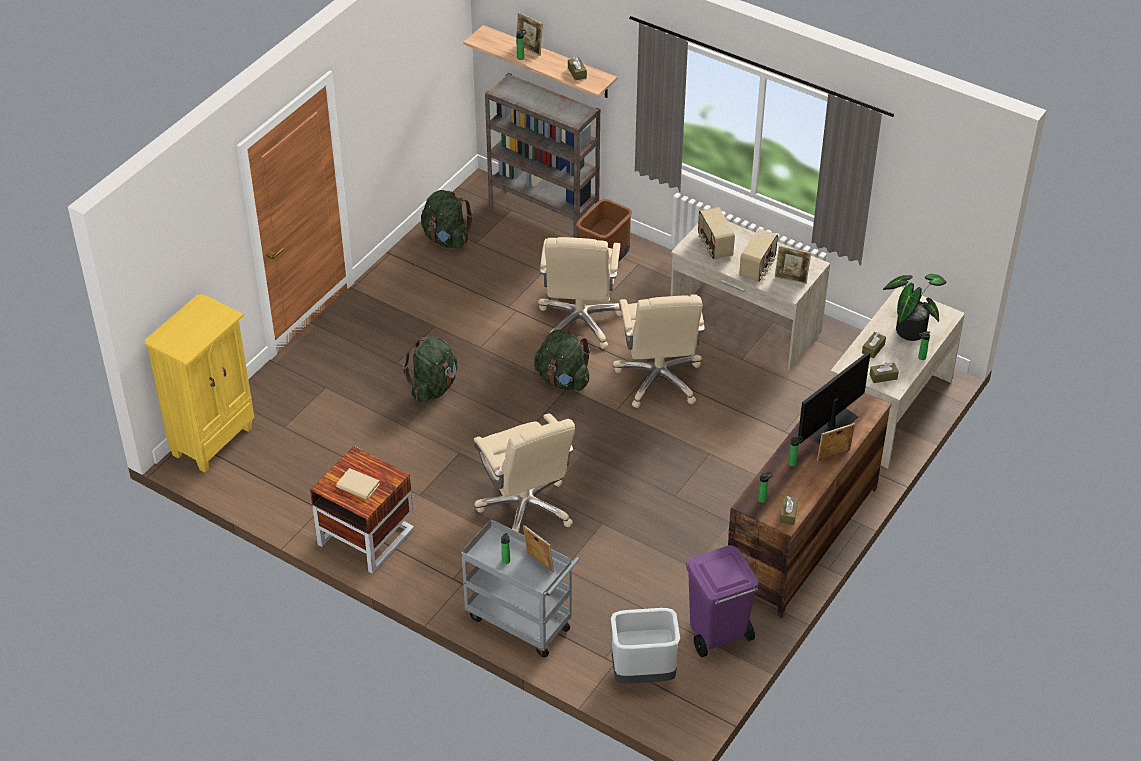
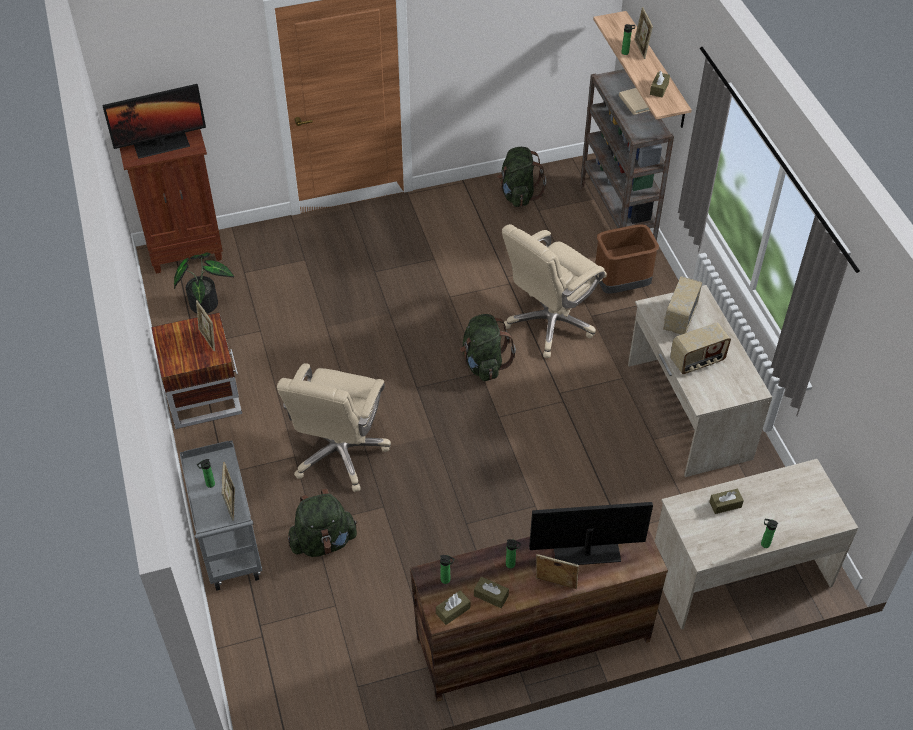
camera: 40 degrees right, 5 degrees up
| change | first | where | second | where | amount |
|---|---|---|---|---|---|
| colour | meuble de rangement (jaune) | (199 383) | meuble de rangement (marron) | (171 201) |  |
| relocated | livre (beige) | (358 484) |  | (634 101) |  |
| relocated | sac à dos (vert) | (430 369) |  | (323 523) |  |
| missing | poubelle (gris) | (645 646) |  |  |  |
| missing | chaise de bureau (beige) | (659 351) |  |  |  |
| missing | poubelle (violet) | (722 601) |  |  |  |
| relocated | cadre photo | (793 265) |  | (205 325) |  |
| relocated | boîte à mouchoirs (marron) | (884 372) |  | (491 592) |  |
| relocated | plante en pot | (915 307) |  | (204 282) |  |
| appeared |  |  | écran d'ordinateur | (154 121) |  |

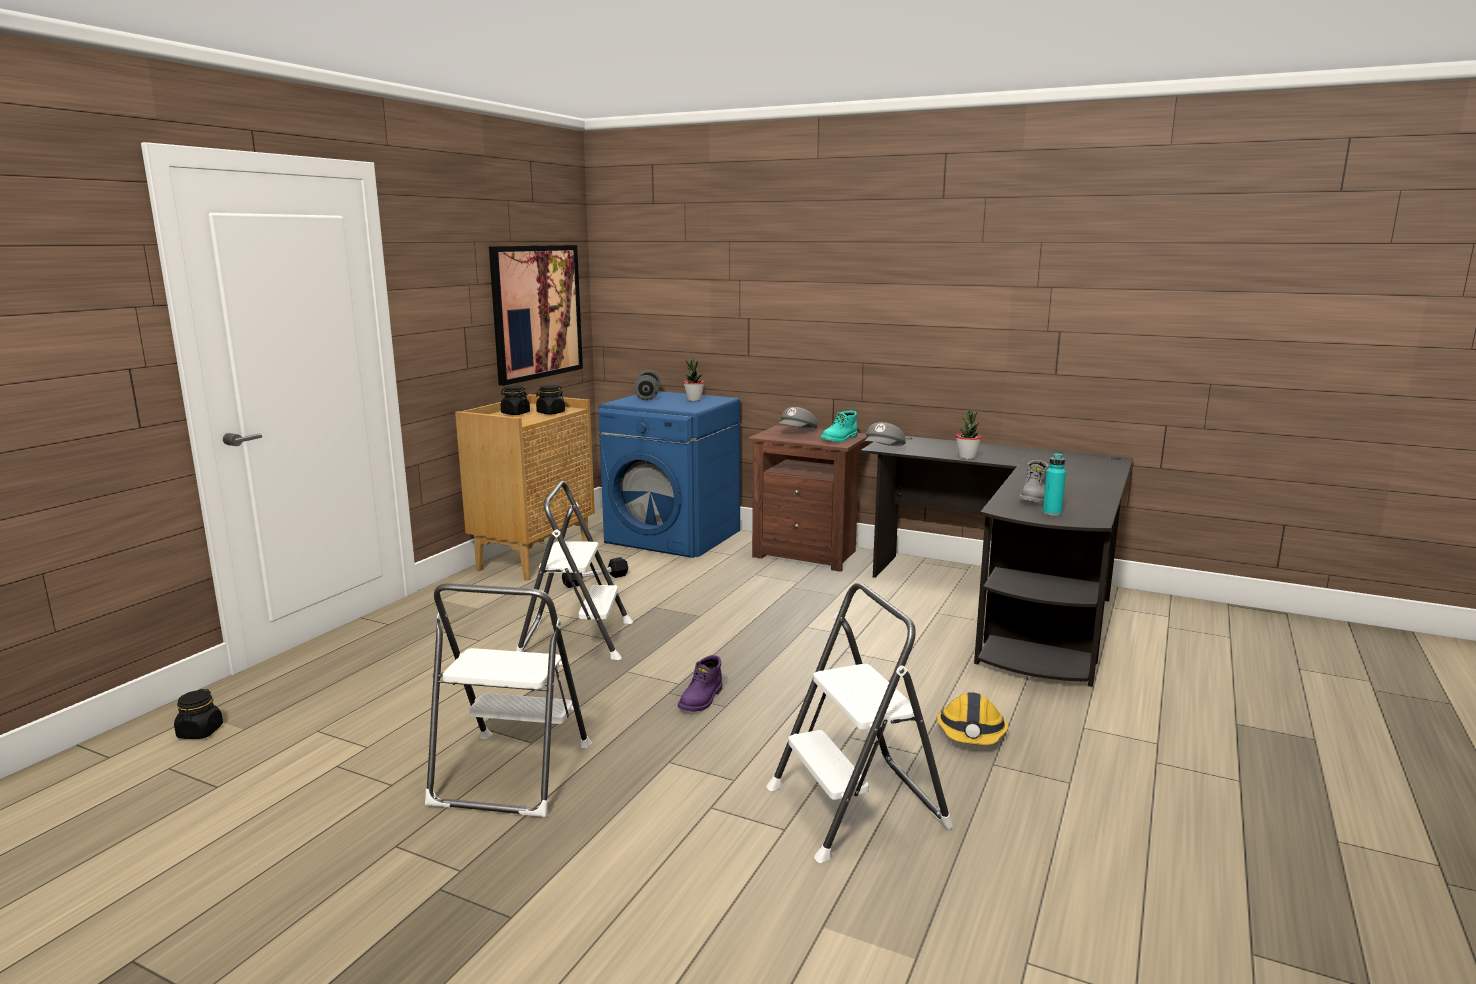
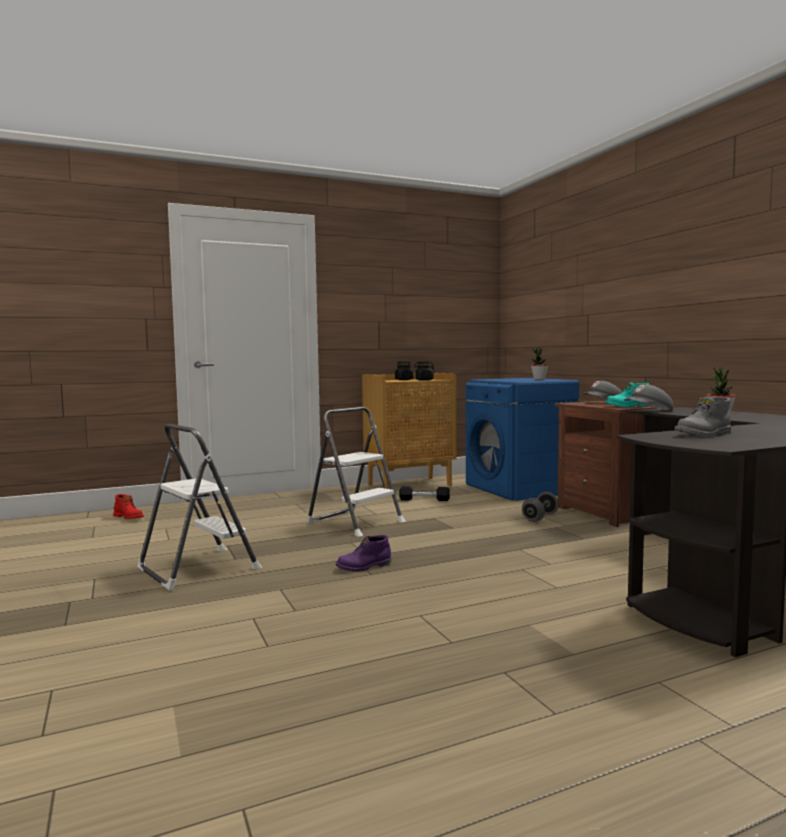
camera: 40 degrees right, 10 degrees down
| change | first | where | second | where | amount |
|---|---|---|---|---|---|
| exchanged | bocal (noir) | (198 714) | botte (rouge) | (128 506) |  |
| missing | tableau | (536 315) |  |  |  |
| relocated | haltère (gris) | (647 385) |  | (540 507) |  |
| missing | escabeau (blanc) | (859 723) |  |  |  |
| missing | casque de chantier | (972 718) |  |  |  |
| missing | bouteille (turquoise) | (1054 484) |  |  |  |

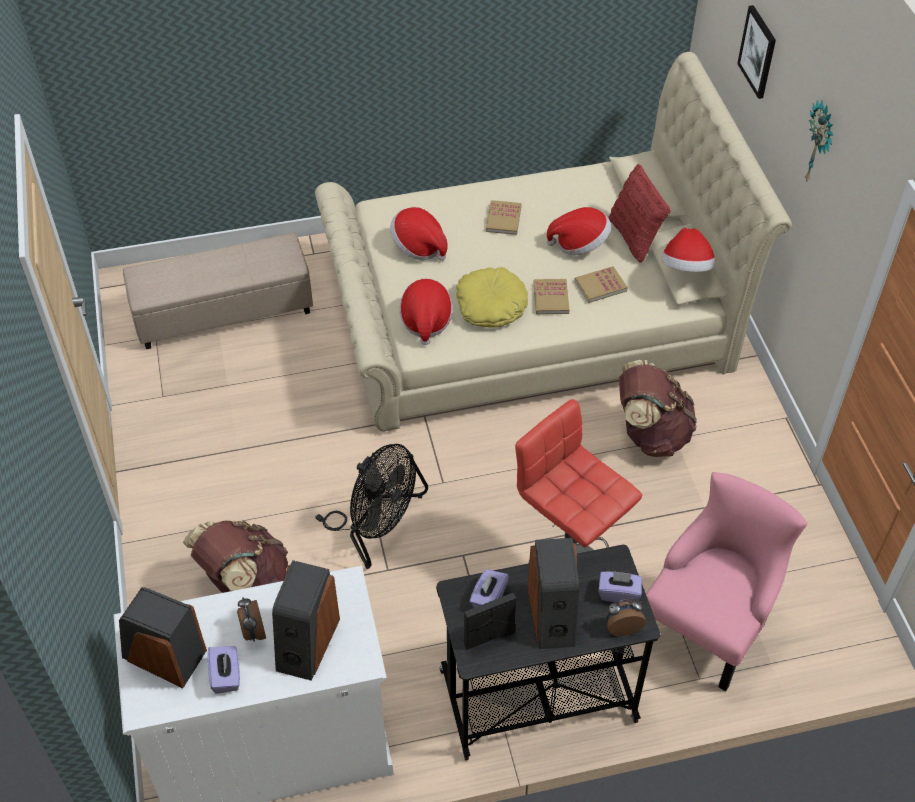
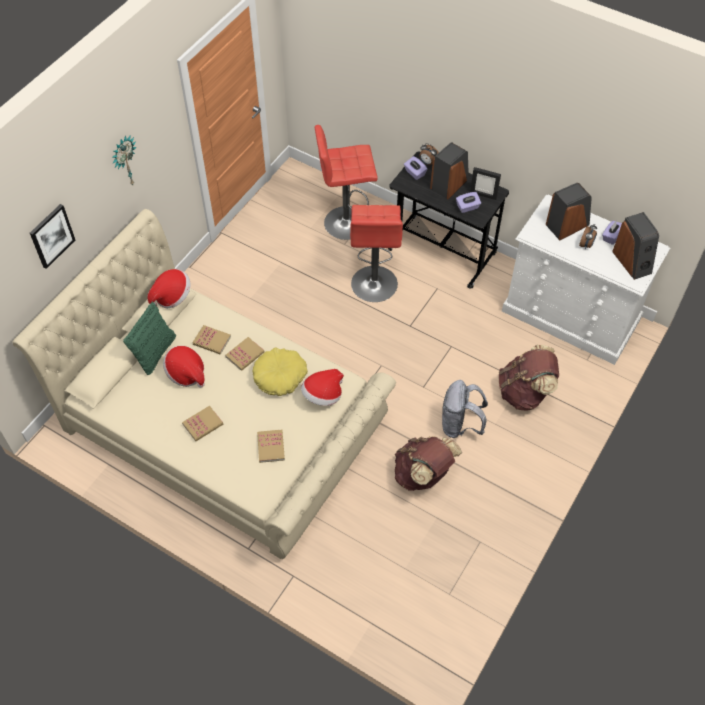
camera: 135 degrees left, 5 degrees up
| change | first | where | second | where | amount |
|---|---|---|---|---|---|
| missing | pouf (beige) | (218 290) |  |  |  |
| missing | ventilateur (noir) | (371 506) |  |  |  |
| exchanged | chapeau | (419 234) | livre | (271 446) |  |
| colour | coussin (rouge) | (639 213) | coussin (vert) | (149 338) |  |
| relocated | sac à dos (marron) | (658 408) |  | (428 463) |  |
| exchanged | chaise (rose) | (725 581) | tabouret (rouge) | (346 182) |  |
| appeared |  |  | sac à dos (gris) | (465 409) |  |

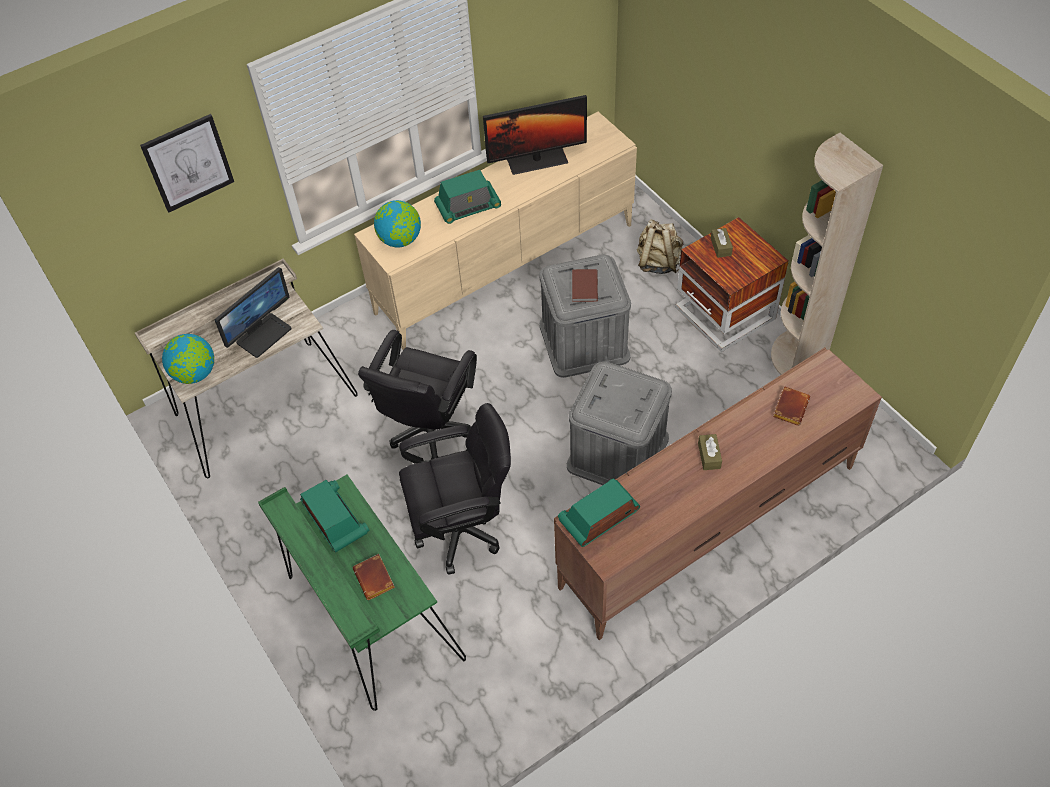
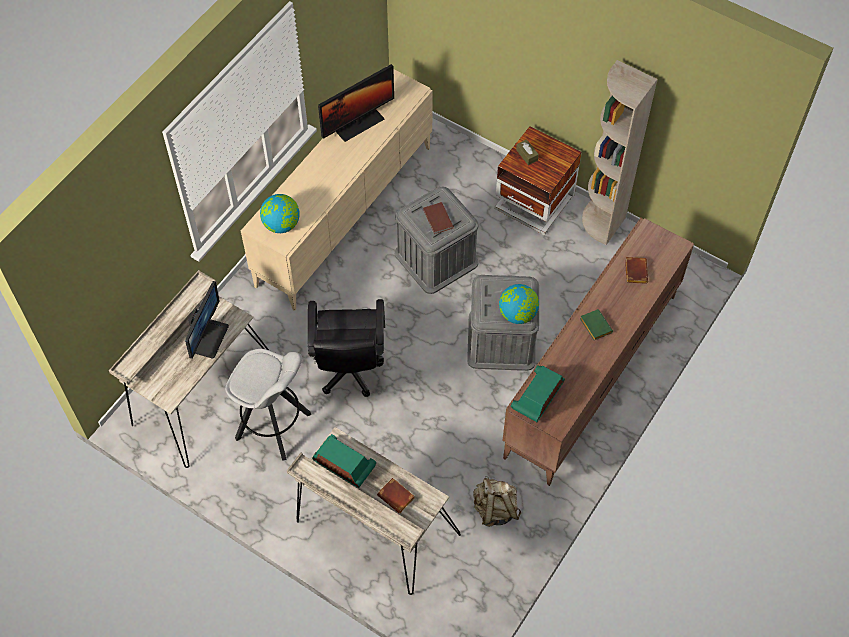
camera: 25 degrees left, 5 degrees up
| change | first | where | second | where | amount |
|---|---|---|---|---|---|
| missing | tableau | (187 163) |  |  |  |
| relocated | globe | (188 359) |  | (519 304) |  |
| colour | bureau (vert) | (362 593) | bureau (beige) | (374 511) |  |
| missing | chaise de bureau (noir) | (455 489) |  |  |  |
| missing | radio | (467 197) |  |  |  |
| relocated | sac à dos (beige) | (660 246) |  | (497 501) |  |
| exchanged | boîte à mouchoirs (marron) | (710 452) | livre (vert) | (596 324) |  |
| appeared |  |  | tabouret (gris) | (268 405) |  |

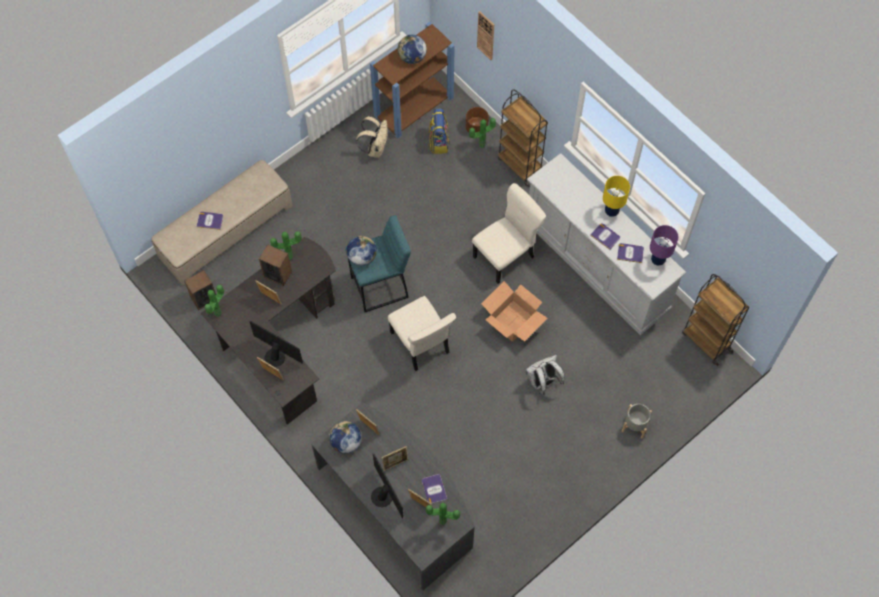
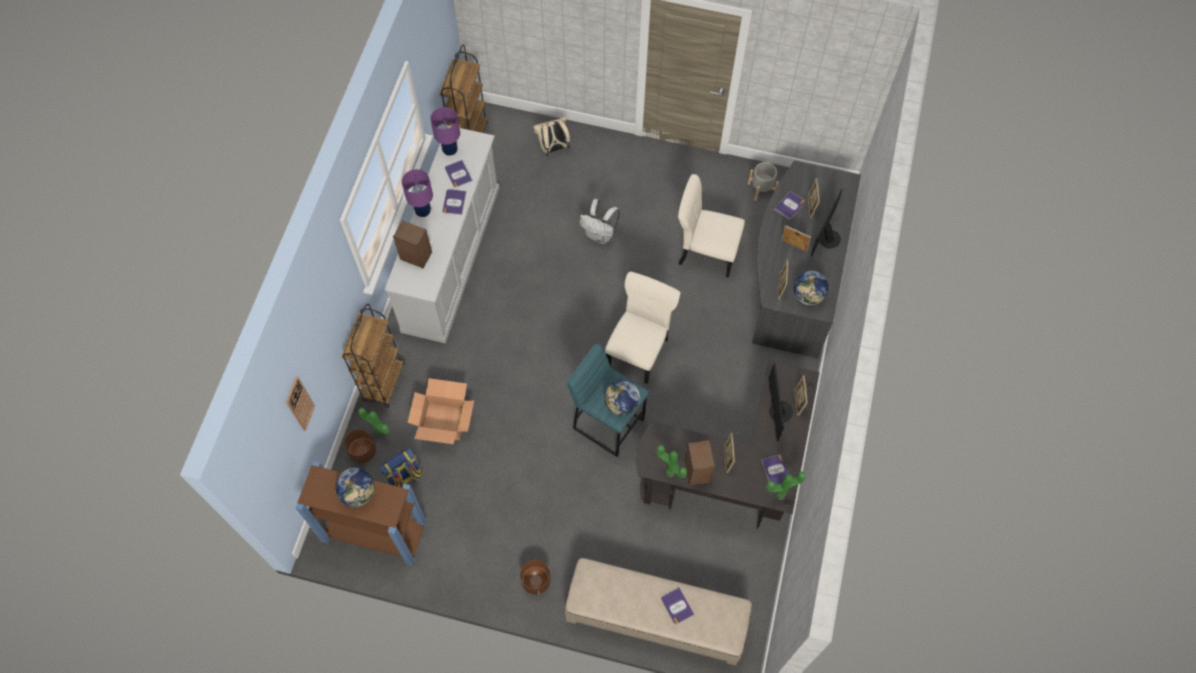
camera: 125 degrees left, 0 degrees up
| change | first | where | second | where | amount |
|---|---|---|---|---|---|
| relocated | enceinte | (200 290) |  | (412 244) |  |
| relocated | sac à dos (beige) | (372 137) |  | (551 136) |  |
| missing | plante en pot | (443 514) |  |  |  |
| relocated | chaise (beige) | (509 233) |  | (711 226) |  |
| relocated | carton | (514 311) |  | (440 411) |  |
| colour | lampe de table (jaune) | (616 196) | lampe de table (violet) | (417 193) |  |
| relocated | cache-pot (gris) | (637 421) |  | (763 181) |  |
| appeared |  |  | cache-pot (marron) | (535 577) |  |
| appeared |  |  | livre | (775 469) |  |

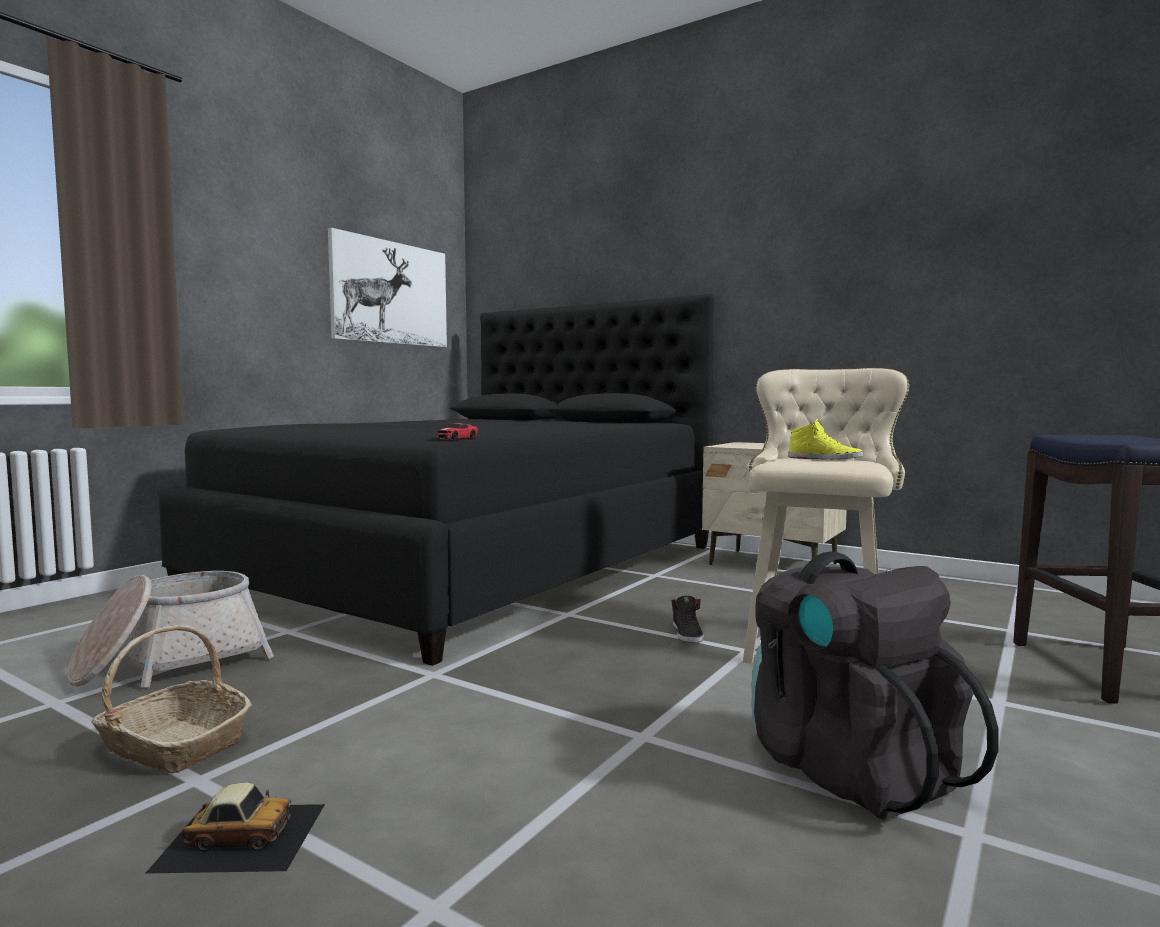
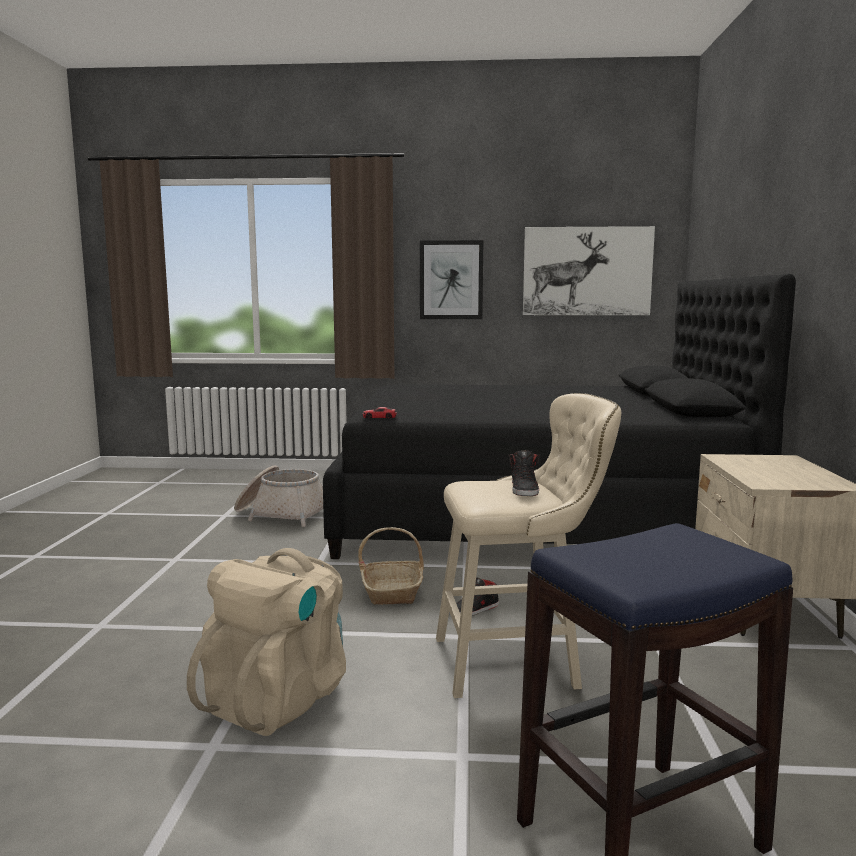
camera: 60 degrees right, 5 degrees up
| change | first | where | second | where | amount |
|---|---|---|---|---|---|
| relocated | panier | (171 699) |  | (391 566) |  |
| missing | petite voiture | (235 828) |  |  |  |
| colour | sac à dos (noir) | (875 686) | sac à dos (beige) | (266 642) |  |
| colour | chaussure (jaune) | (825 439) | chaussure (noir) | (524 473) |  |
| appeared |  |  | tableau | (451 279) |  |

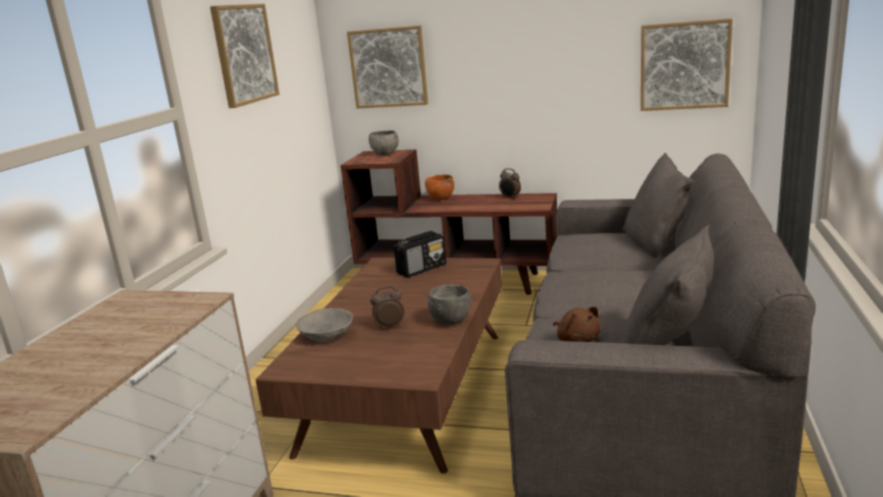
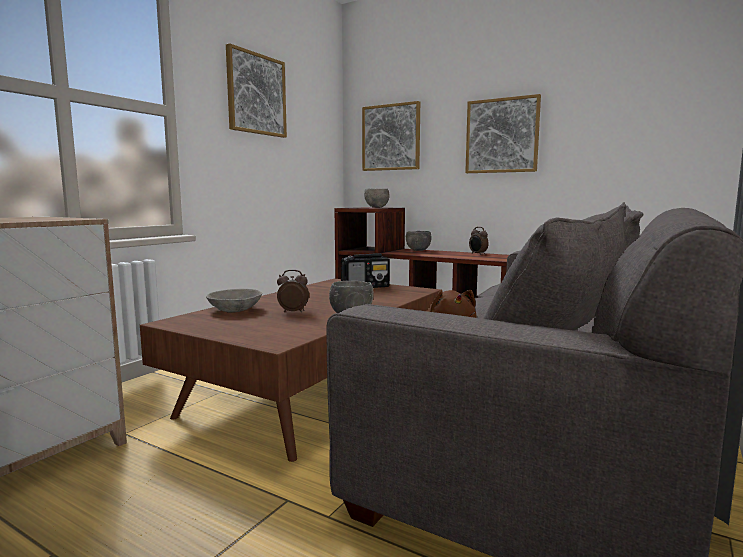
camera: 15 degrees right, 10 degrees down
| change | first | where | second | where | amount |
|---|---|---|---|---|---|
| colour | bol (orange) | (439 187) | bol (gris) | (419 241) |  |
| relocated | tableau | (687 64) |  | (503 133) |  |

